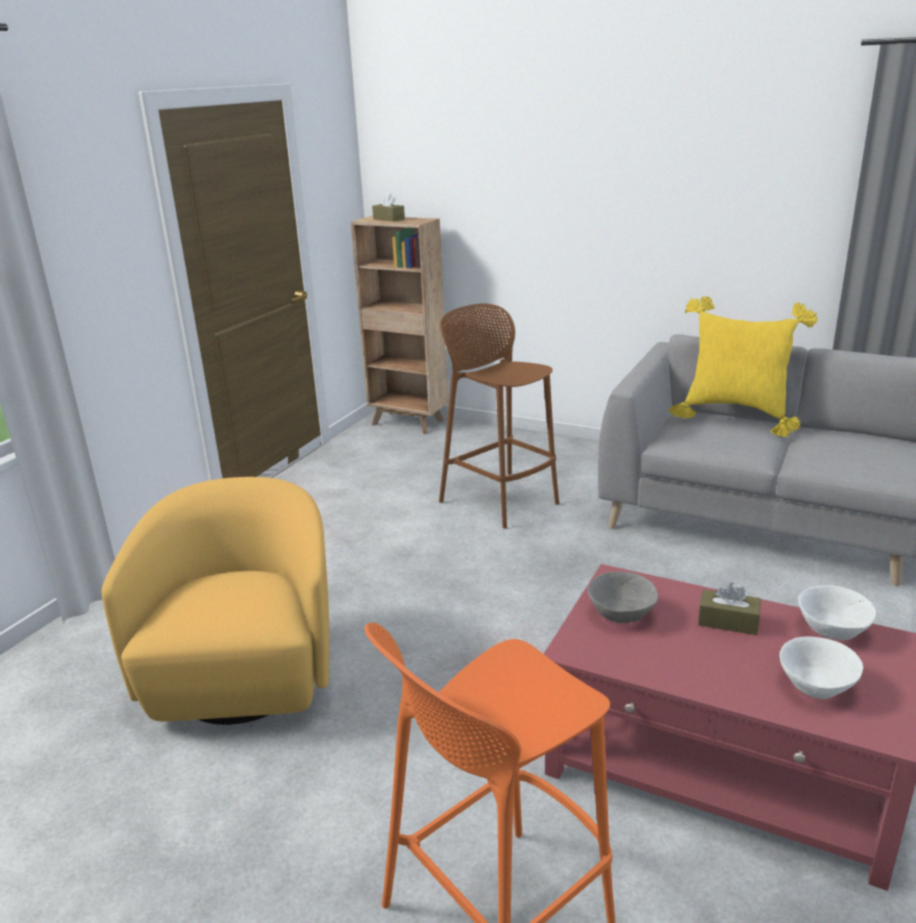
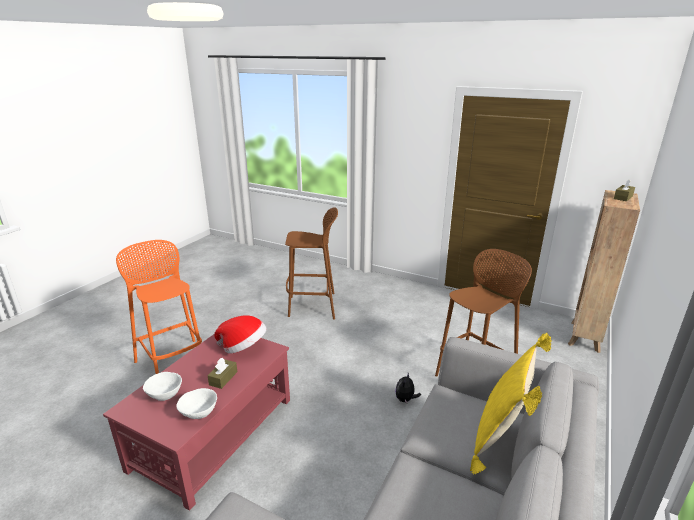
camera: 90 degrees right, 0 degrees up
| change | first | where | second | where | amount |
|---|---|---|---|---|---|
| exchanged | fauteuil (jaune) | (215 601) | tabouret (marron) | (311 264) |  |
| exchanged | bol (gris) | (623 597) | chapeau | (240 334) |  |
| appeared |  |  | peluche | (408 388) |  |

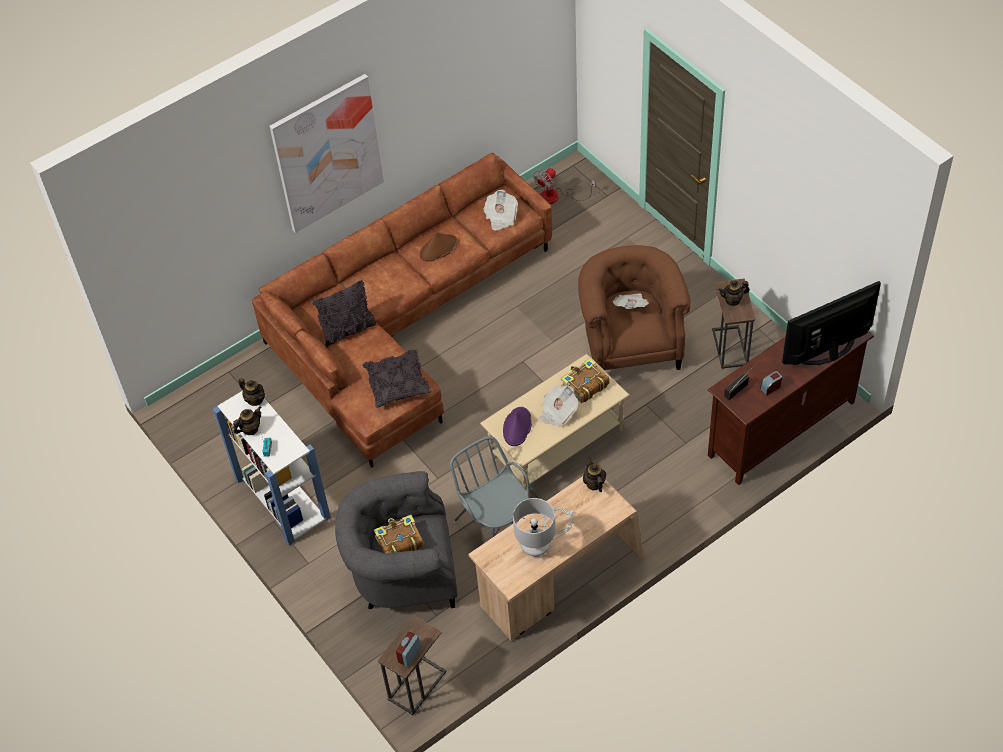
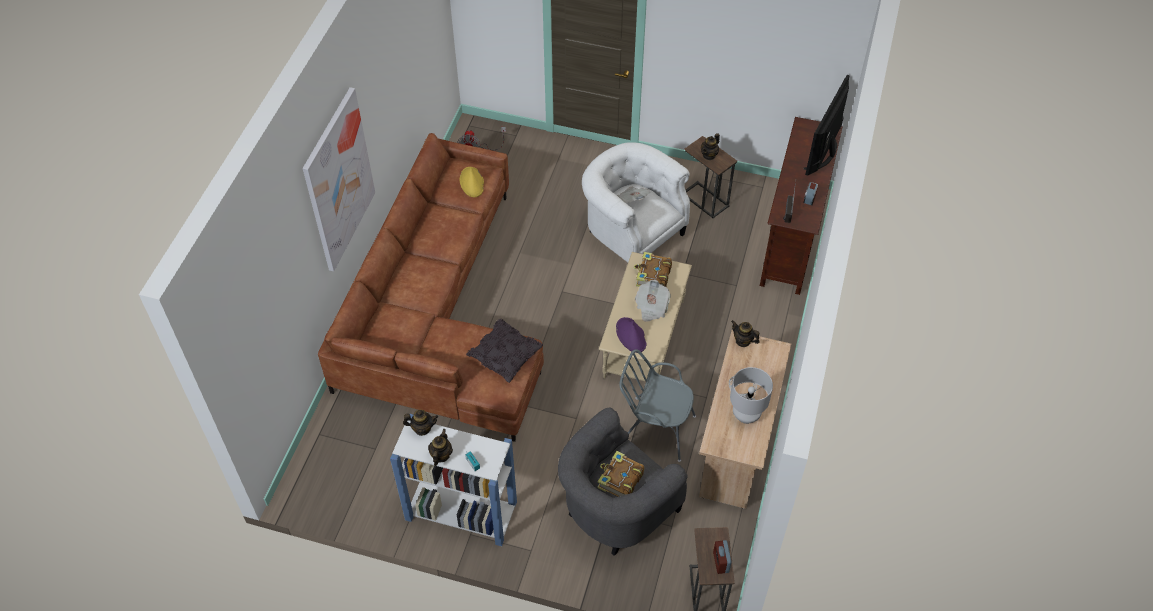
camera: 40 degrees left, 0 degrees up
| change | first | where | second | where | amount |
|---|---|---|---|---|---|
| missing | coussin (noir) | (344 313) |  |  |  |
| missing | chapeau (marron) | (439 247) |  |  |  |
| exchanged | journal | (500 210) | chapeau (jaune) | (472 182) |  |
| colour | fauteuil (marron) | (634 307) | fauteuil (blanc) | (636 202) |  |

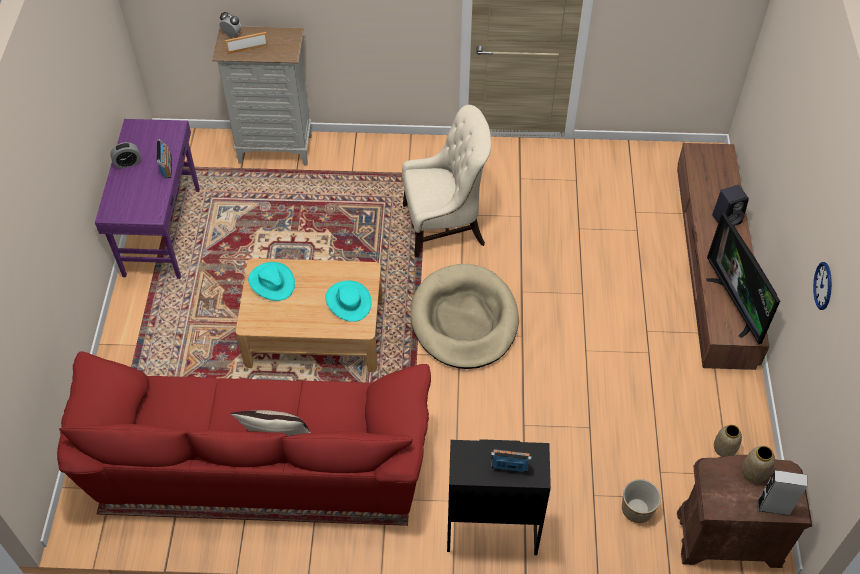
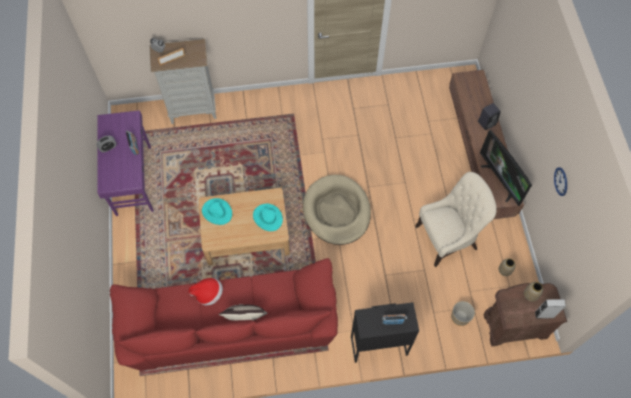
camera: 10 degrees left, 10 degrees up
| change | first | where | second | where | amount |
|---|---|---|---|---|---|
| relocated | fauteuil (beige) | (446 181) |  | (456 219) |  |
| appeared |  |  | chapeau | (205 292) |  |

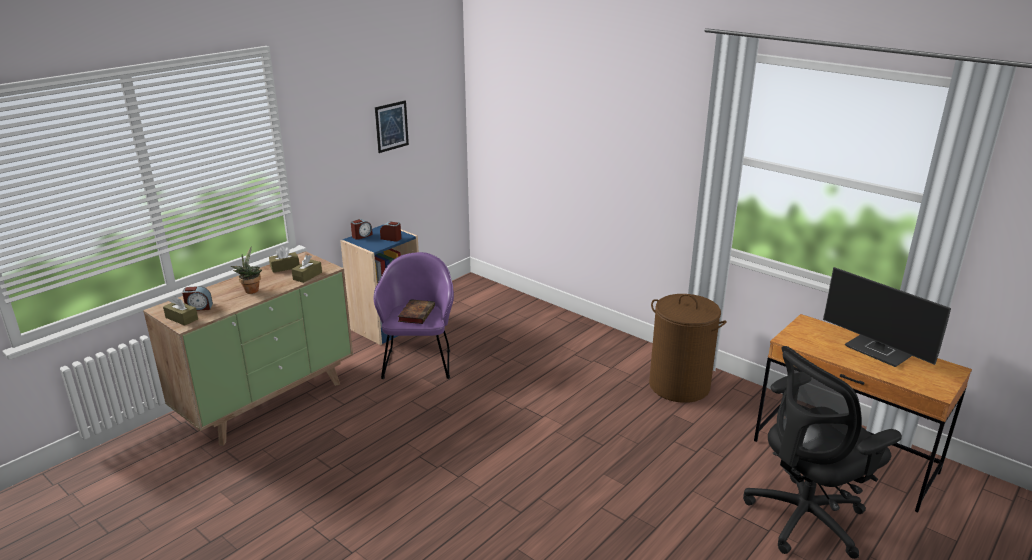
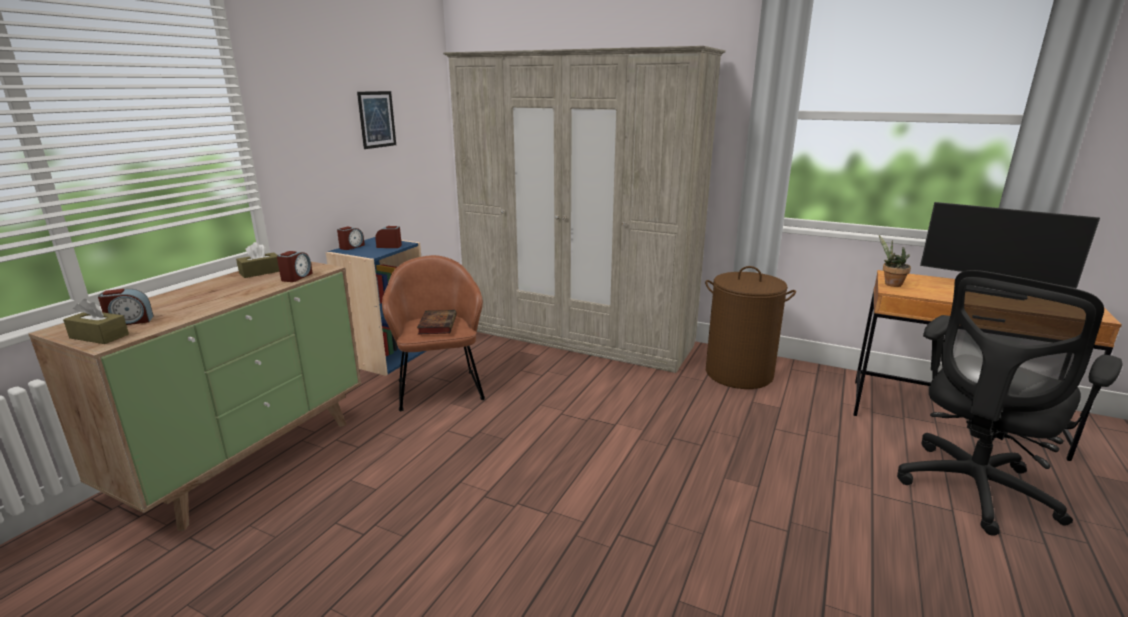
camera: 15 degrees left, 5 degrees down
| change | first | where | second | where | amount |
|---|---|---|---|---|---|
| relocated | plante en pot | (246 270) |  | (895 261) |  |
| exchanged | boîte à mouchoirs (marron) | (307 269) | réveil | (295 266) |  |
| colour | fauteuil (violet) | (414 315) | fauteuil (marron) | (433 333) |  |
| appeared |  |  | armoire (beige) | (584 209) |  |

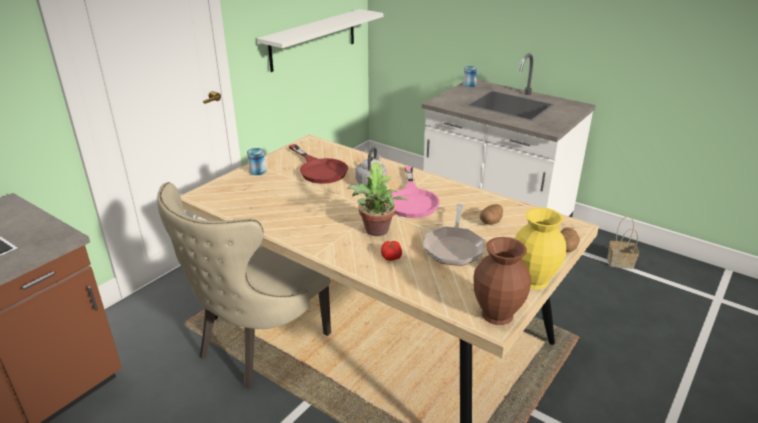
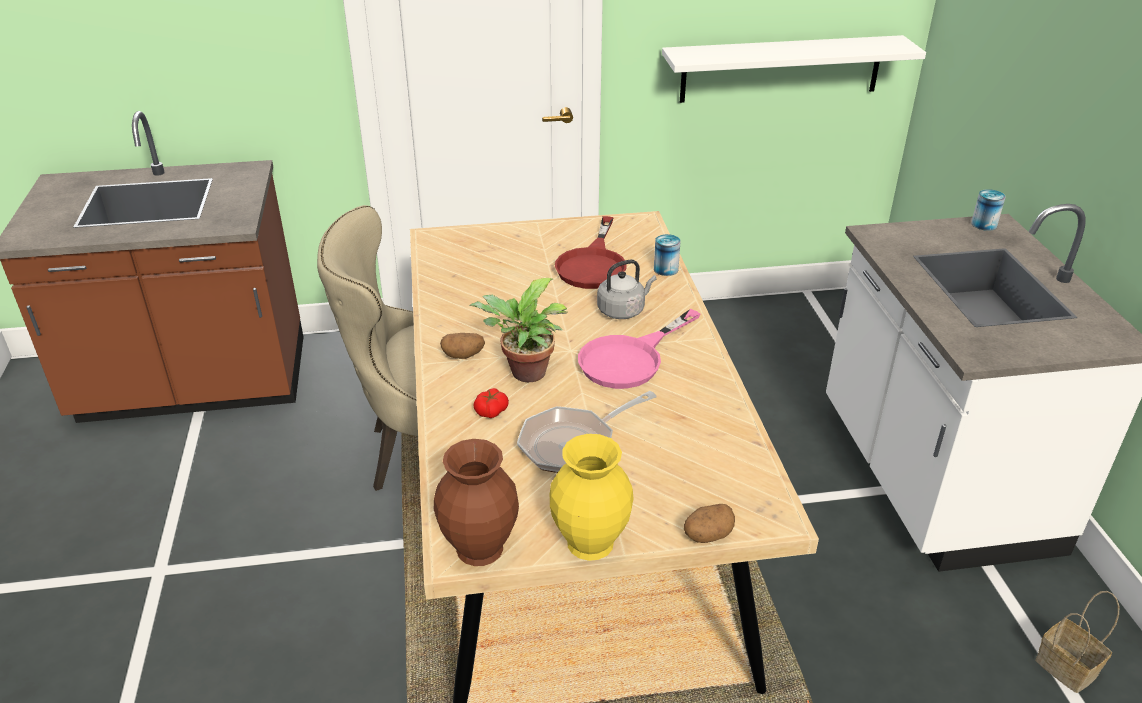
camera: 45 degrees right, 5 degrees up
| change | first | where | second | where | amount |
|---|---|---|---|---|---|
| relocated | boîte métallique | (256 161) |  | (667 255) |  |
| relocated | pomme de terre | (491 214) |  | (462 346) |  |

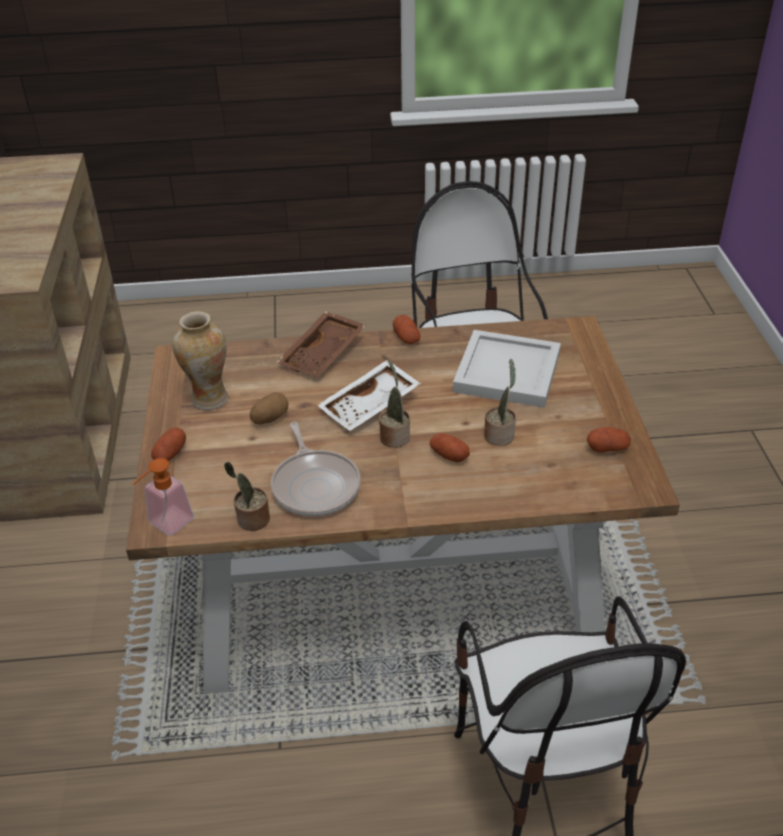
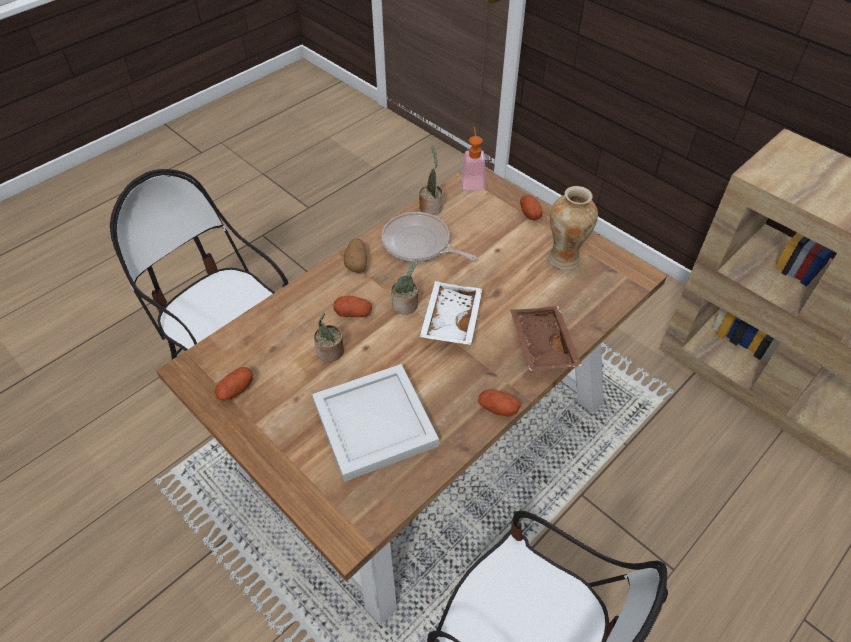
camera: 140 degrees right, 10 degrees up
| change | first | where | second | where | amount |
|---|---|---|---|---|---|
| relocated | pomme de terre | (269 408) |  | (355 255) |  |

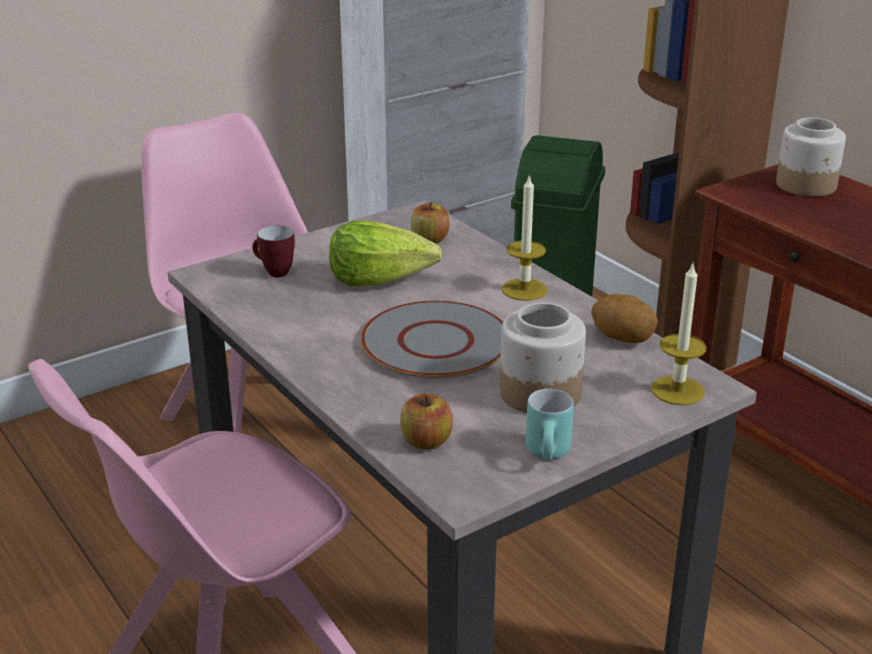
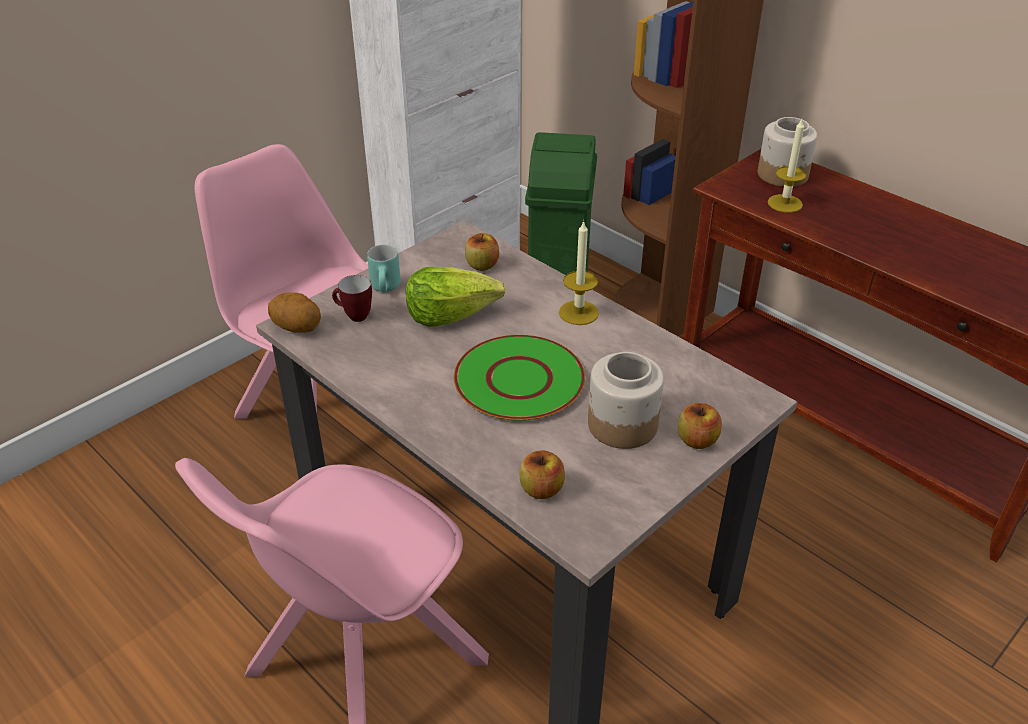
camera: 10 degrees left, 10 degrees up
| change | first | where | second | where | amount |
|---|---|---|---|---|---|
| colour | assiette (gris) | (432 340) | assiette (vert) | (519 378) |  |
| relocated | mug (turquoise) | (550 424) |  | (384 269) |  |
| relocated | pomme de terre | (624 318) |  | (294 312) |  |
| relocated | bougie | (679 334) |  | (787 166) |  |
| appeared |  |  | pomme | (700 426) |  |

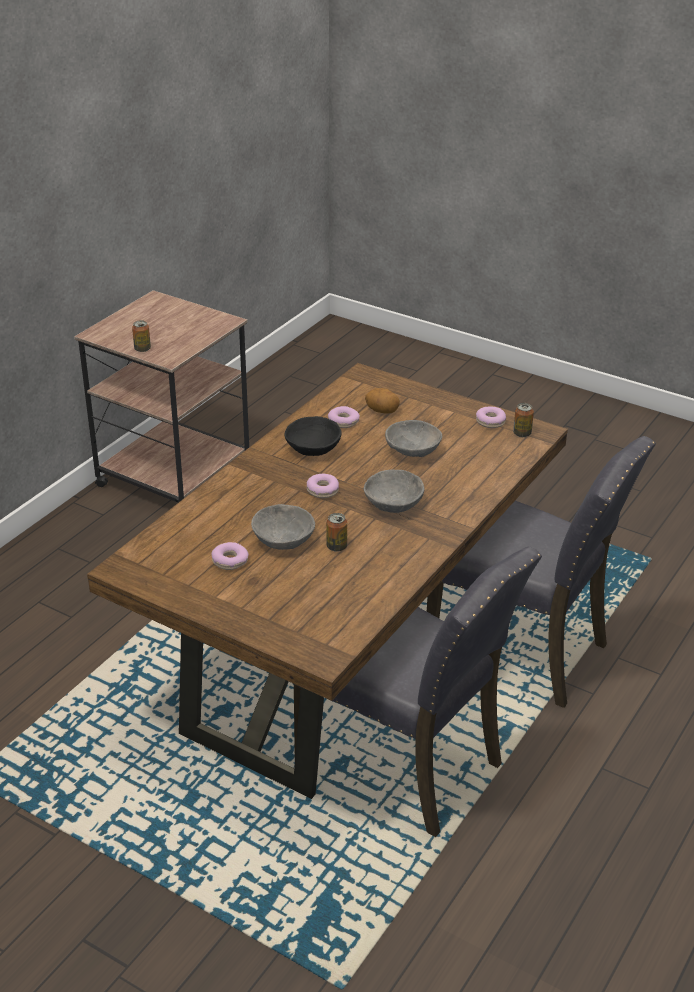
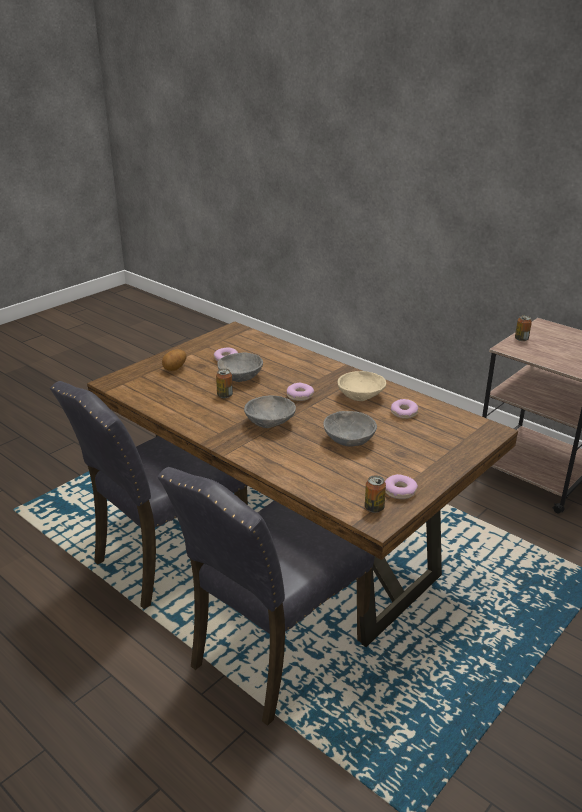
camera: 100 degrees right, 5 degrees down
| change | first | where | second | where | amount |
|---|---|---|---|---|---|
| colour | bol (noir) | (313 436) | bol (beige) | (362 386) |  |
| relocated | pomme de terre | (382 401) |  | (174 360) |  |

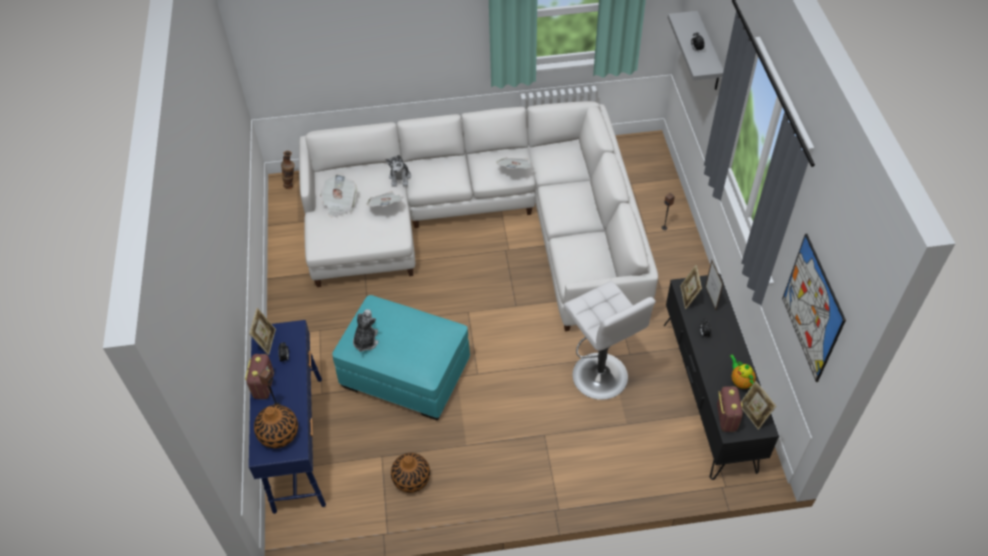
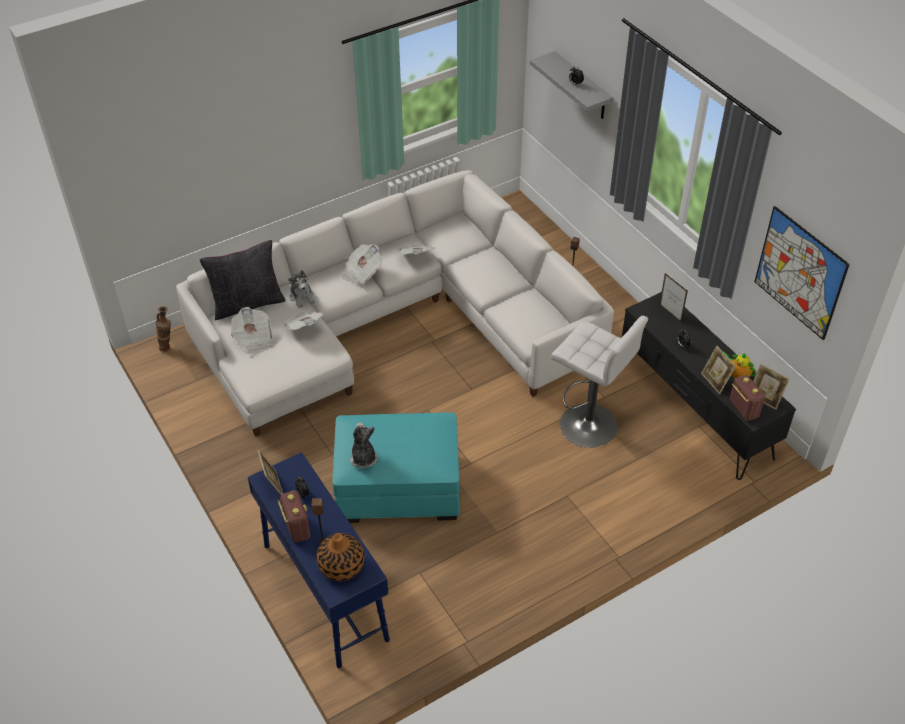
camera: 25 degrees left, 5 degrees down
| change | first | where | second | where | amount |
|---|---|---|---|---|---|
| missing | vase | (410 473) |  |  |  |
| relocated | cadre photo | (691 287) |  | (718 370) |  |
| appeared |  |  | coussin (noir) | (242 280) |  |
| appeared |  |  | journal | (362 264) |  |

